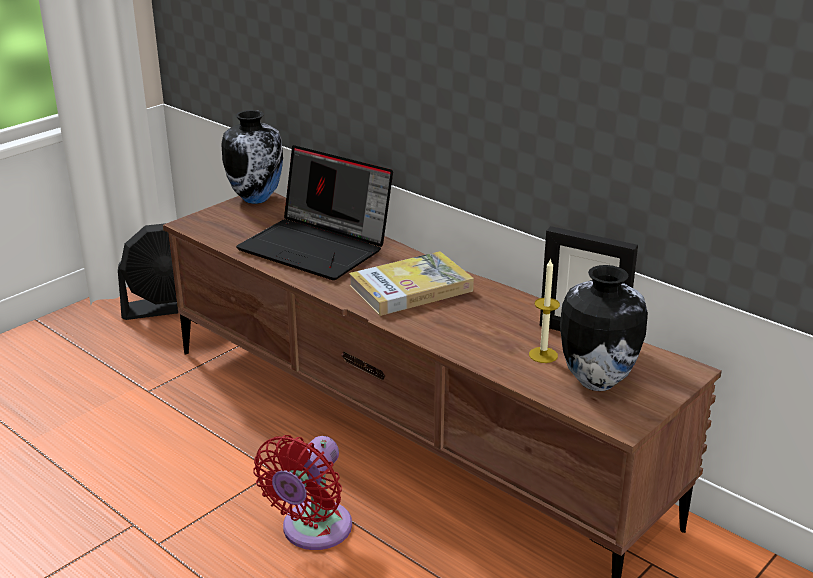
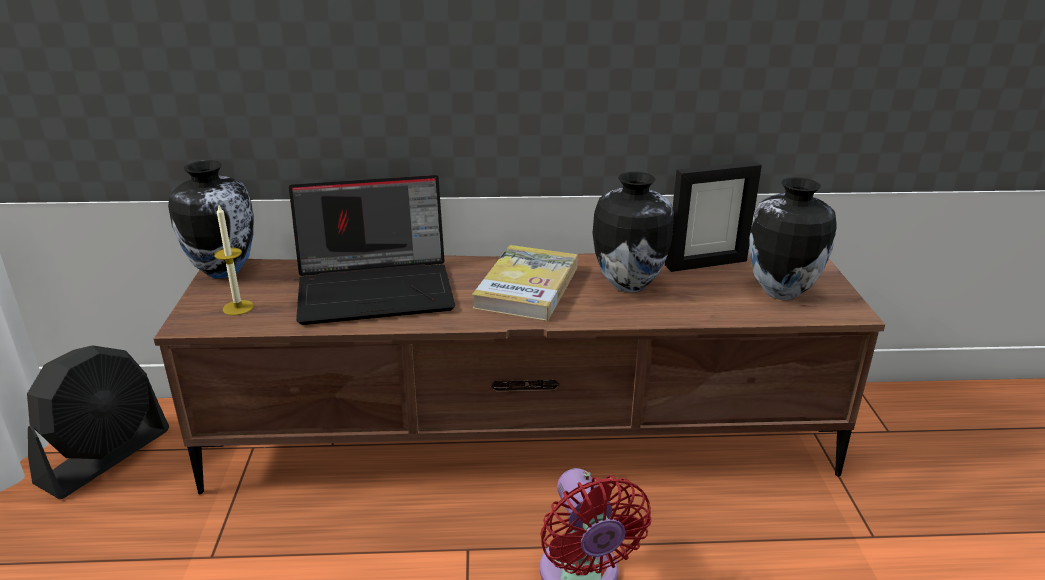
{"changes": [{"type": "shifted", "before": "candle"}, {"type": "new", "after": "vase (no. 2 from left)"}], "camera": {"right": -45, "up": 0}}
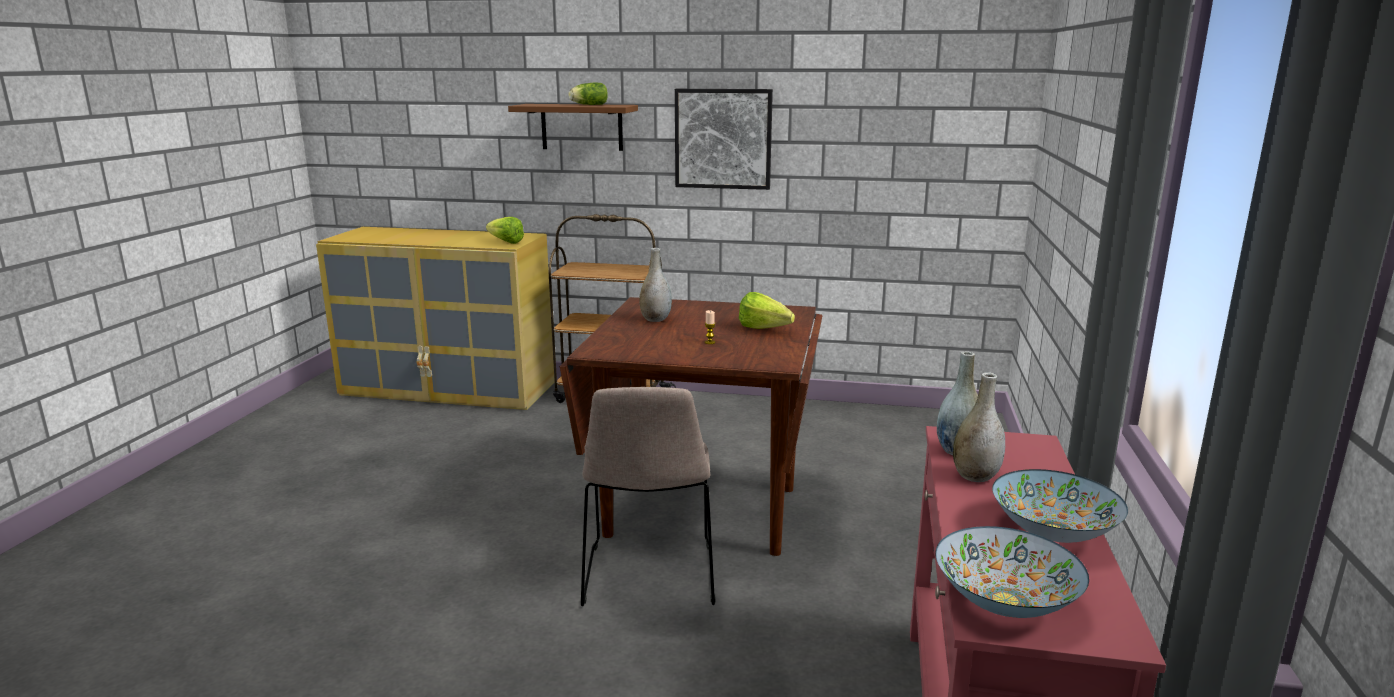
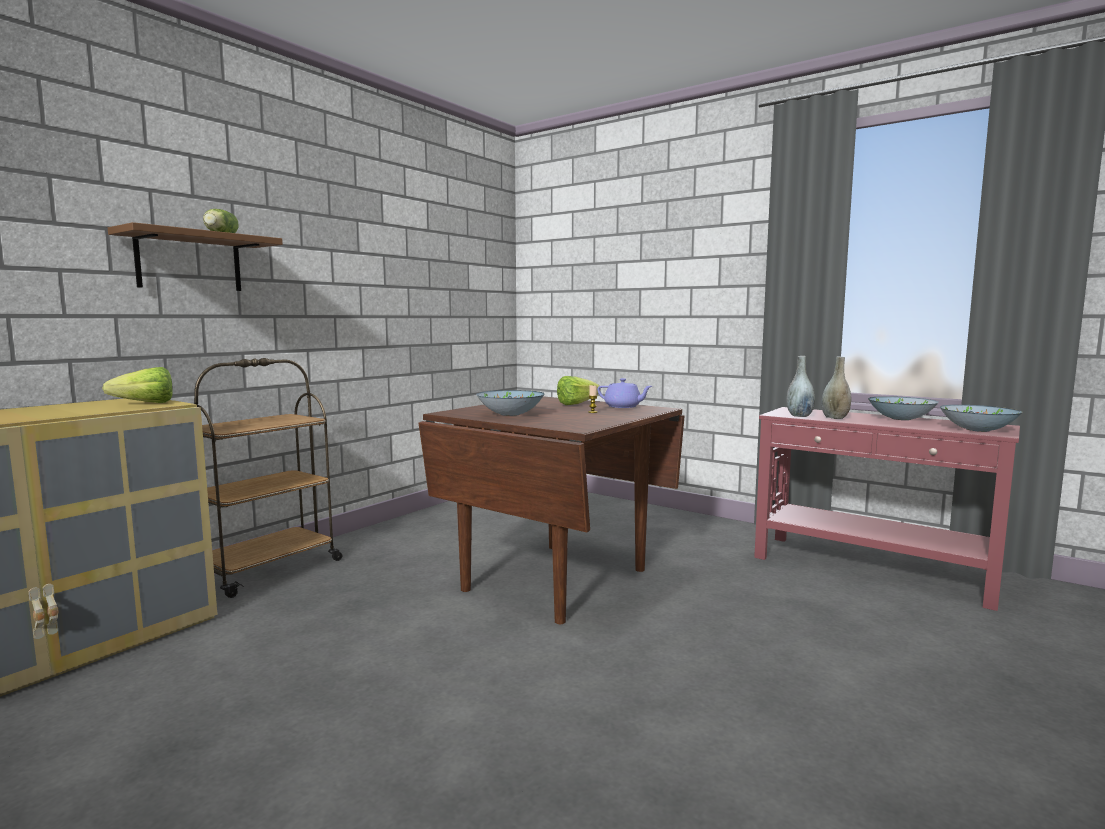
{"changes": [{"type": "gone", "before": "chair (beige)"}, {"type": "swapped", "before": "vase (grey) (no. 1 from left)", "after": "bowl (no. 1 from left)"}, {"type": "gone", "before": "picture"}, {"type": "new", "after": "teapot (purple)"}], "camera": {"right": -65, "up": -10}}
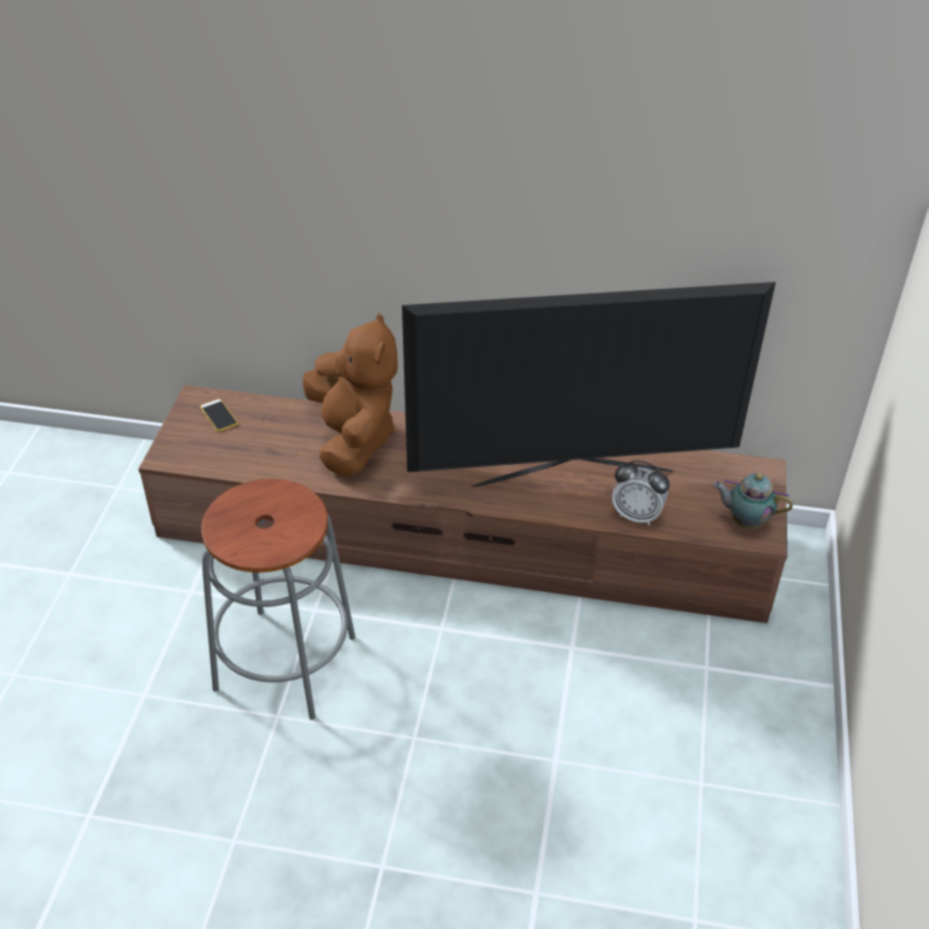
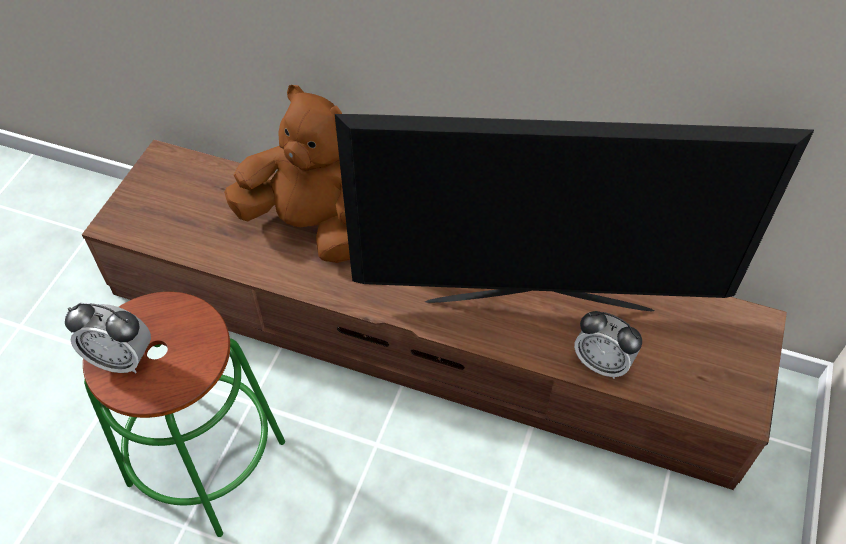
{"changes": [{"type": "gone", "before": "phone"}, {"type": "repainted", "before": "stool (grey)", "after": "stool (green)"}, {"type": "rotated", "before": "plush toy (brown)", "turn": -60}, {"type": "gone", "before": "teapot"}, {"type": "new", "after": "alarm clock (no. 1 from left)"}], "camera": {"right": 10, "up": 10}}
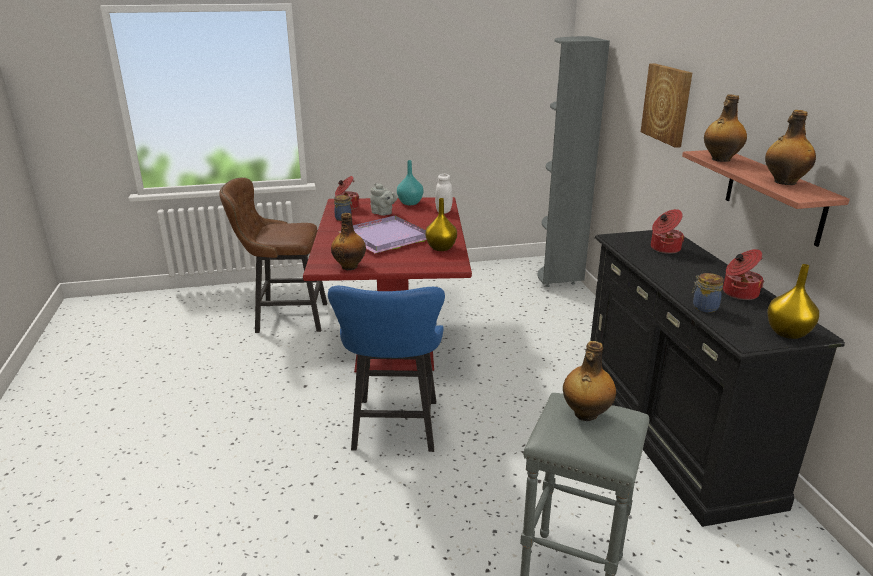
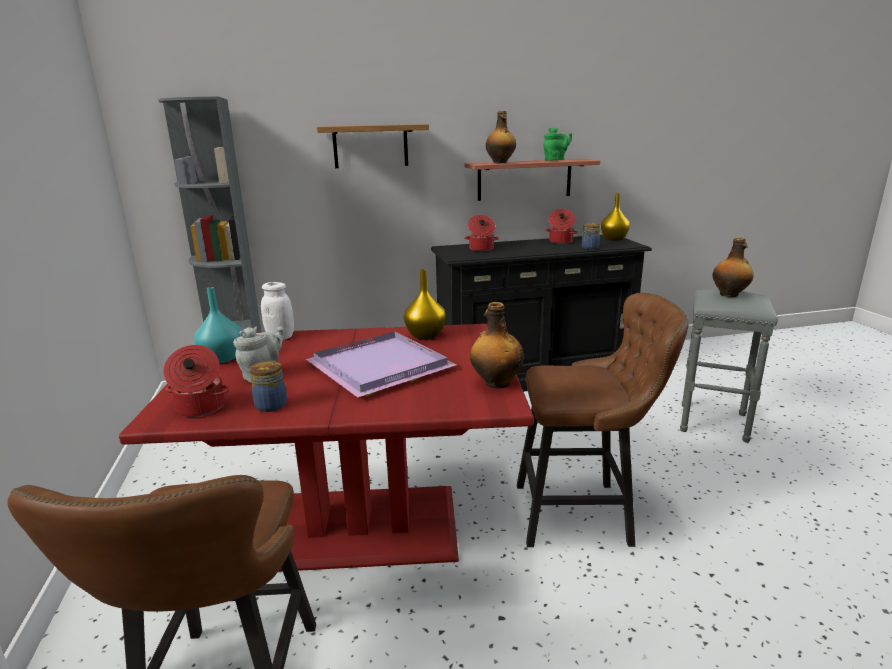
{"changes": [{"type": "repainted", "before": "stool (blue)", "after": "stool (brown) (no. 2 from left)"}, {"type": "swapped", "before": "picture", "after": "shelf (no. 1 from left)"}, {"type": "swapped", "before": "bottle (no. 4 from left)", "after": "teapot (green)"}], "camera": {"right": -90, "up": -5}}
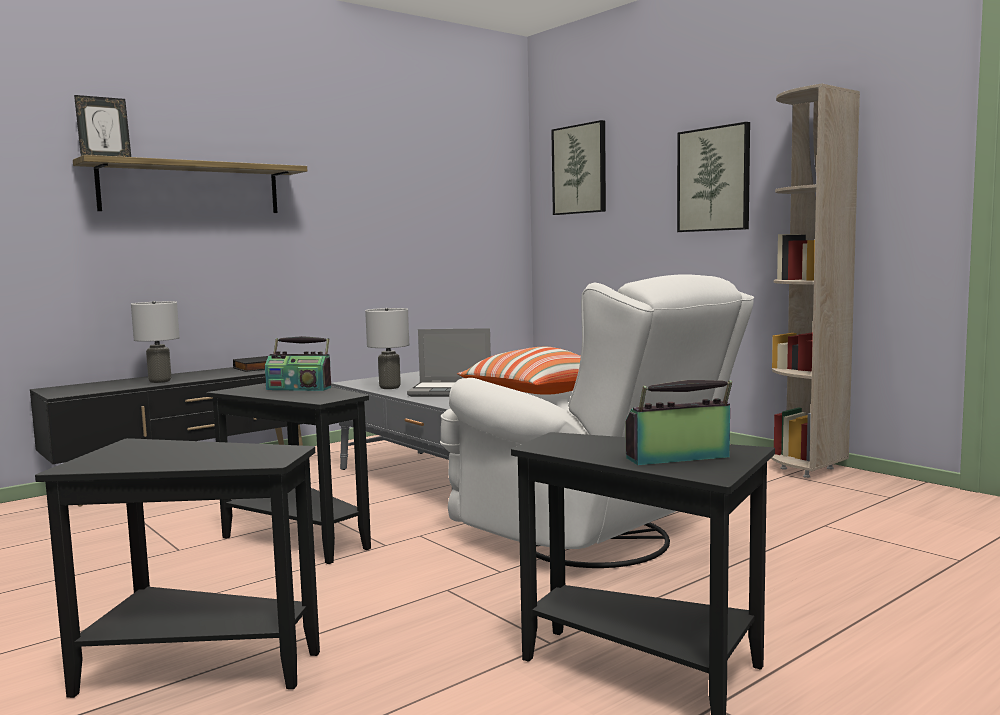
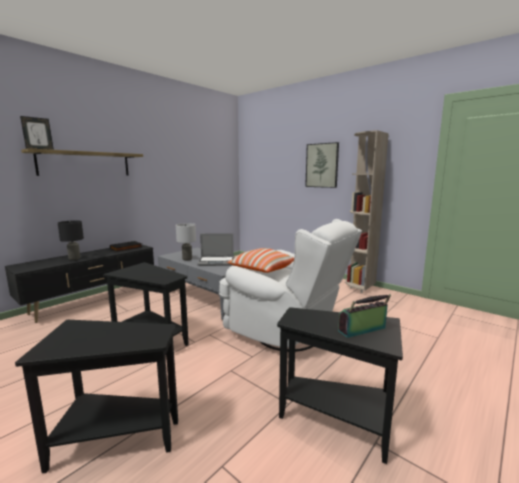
{"changes": [{"type": "repainted", "before": "table lamp (white) (no. 1 from left)", "after": "table lamp (black)"}, {"type": "gone", "before": "radio (no. 1 from left)"}, {"type": "gone", "before": "picture (no. 1 from left)"}], "camera": {"right": -10, "up": 5}}
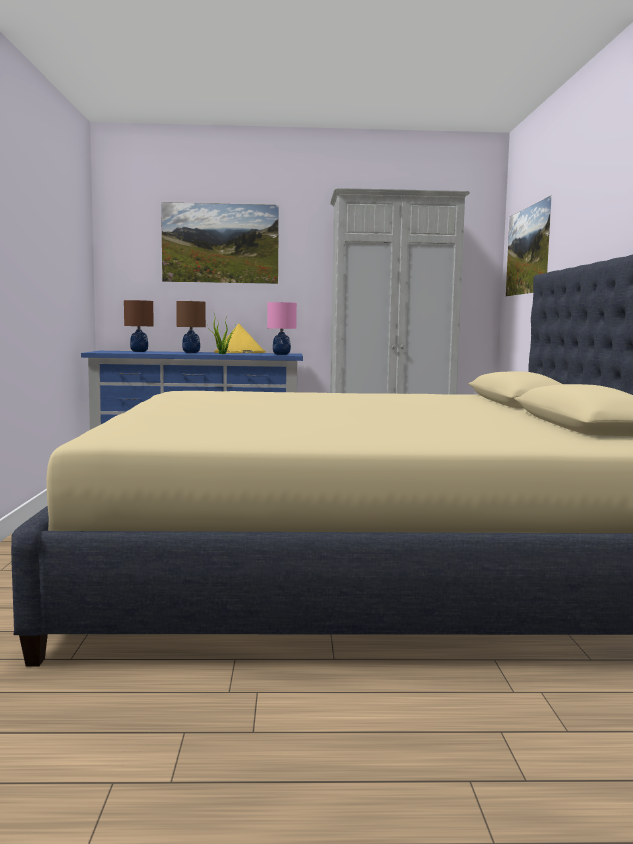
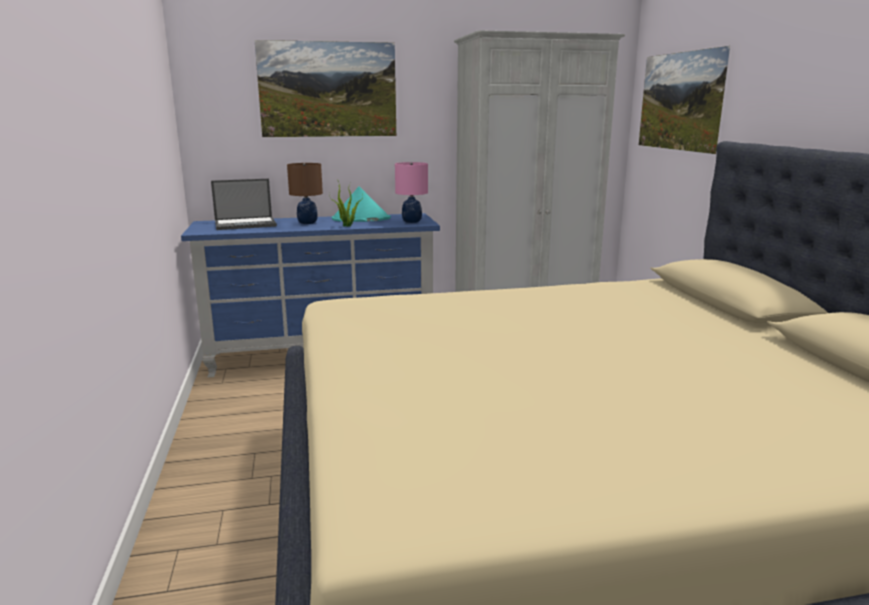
{"changes": [{"type": "swapped", "before": "table lamp (brown) (no. 1 from left)", "after": "laptop"}, {"type": "repainted", "before": "hat (yellow)", "after": "hat (turquoise)"}], "camera": {"right": -10, "up": 10}}
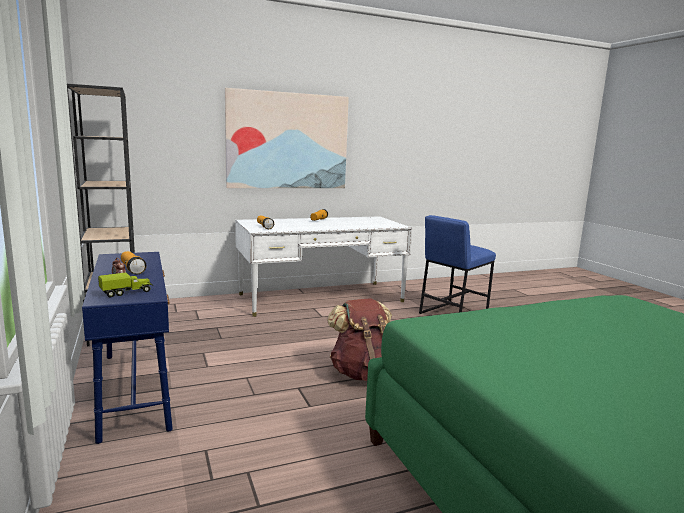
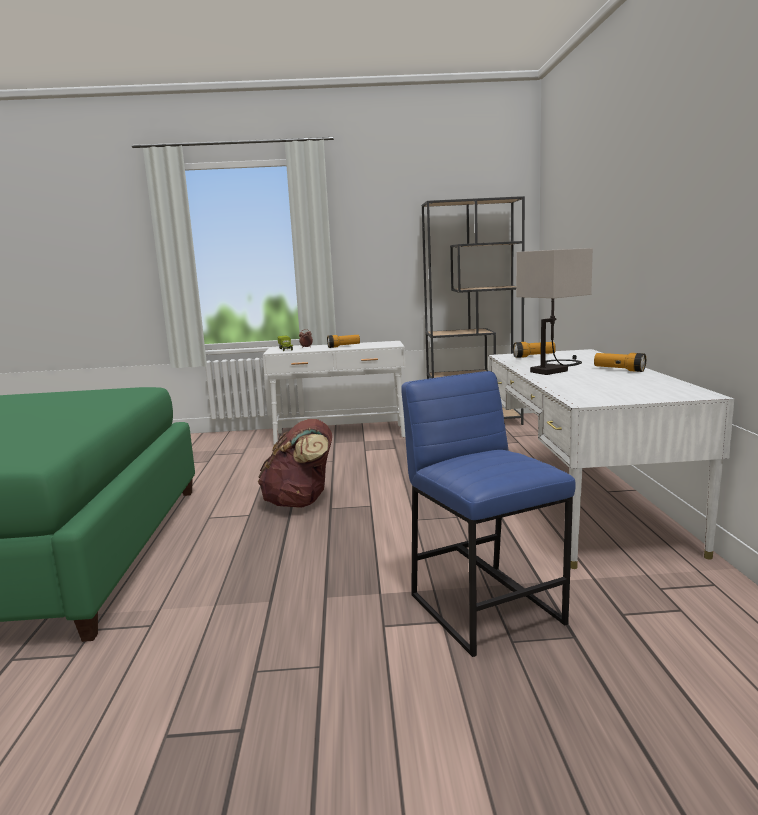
{"changes": [{"type": "repainted", "before": "console table (blue)", "after": "console table (white)"}, {"type": "gone", "before": "picture"}, {"type": "new", "after": "table lamp"}], "camera": {"right": 110, "up": 0}}
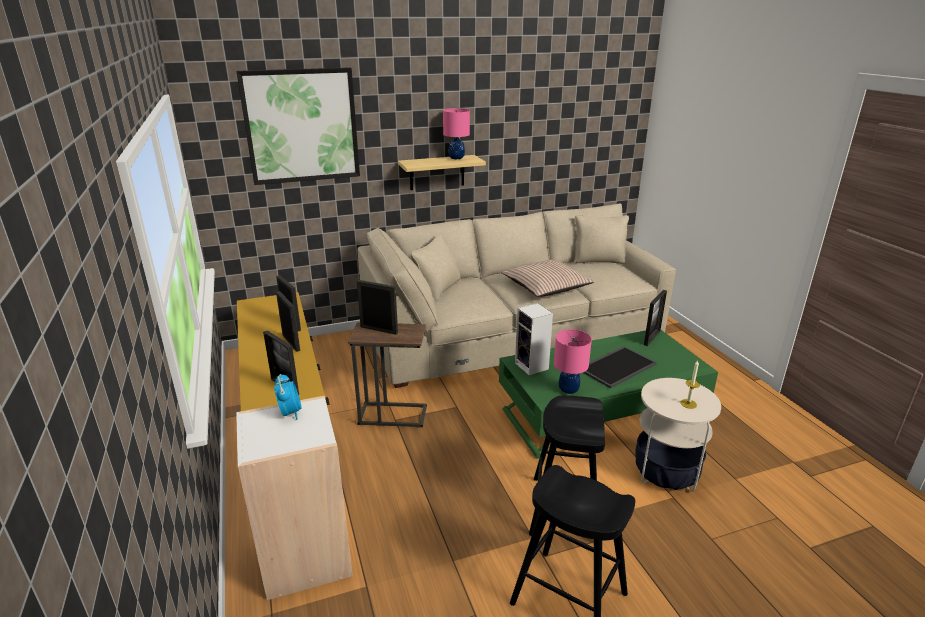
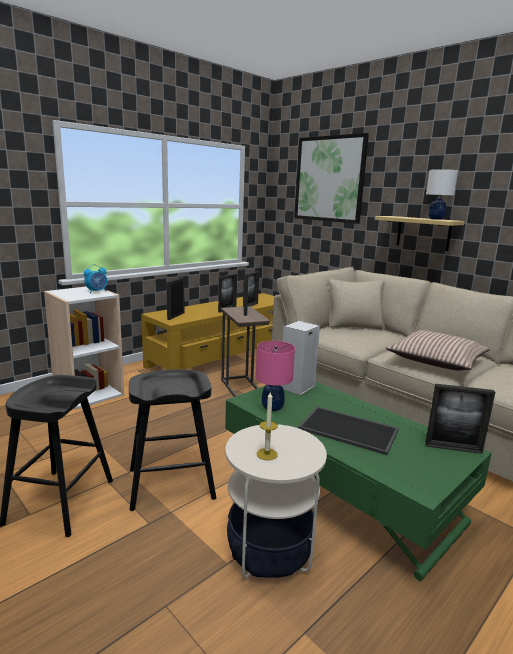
{"changes": [{"type": "repainted", "before": "table lamp (pink) (no. 1 from left)", "after": "table lamp (white)"}], "camera": {"right": 65, "up": -10}}
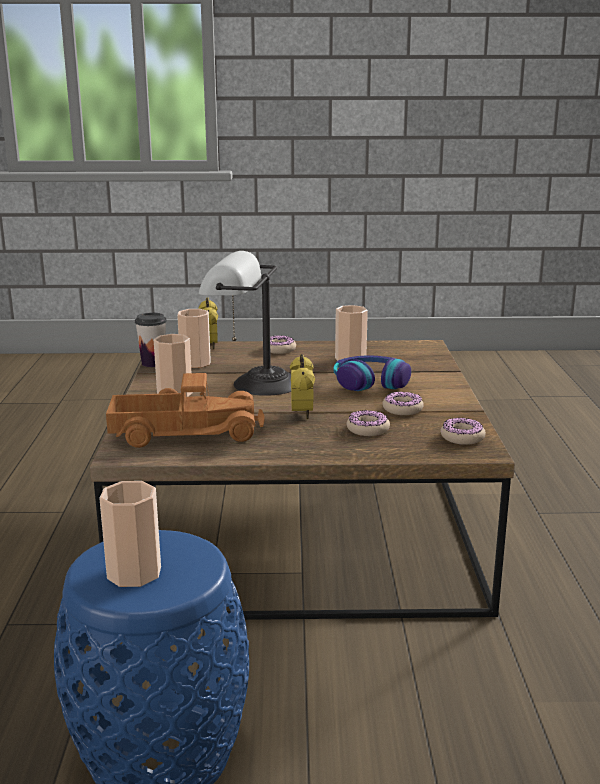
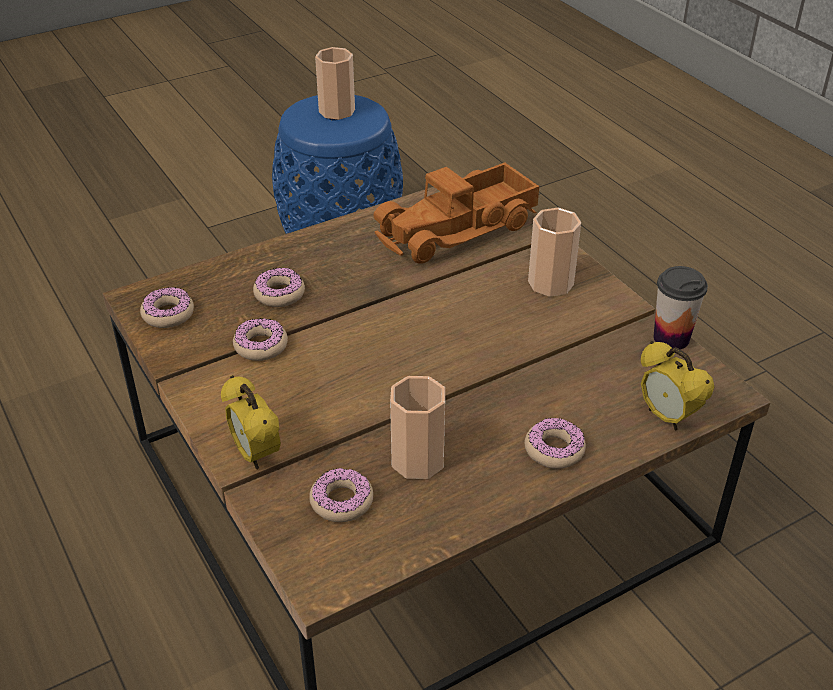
{"changes": [{"type": "gone", "before": "cup (no. 4 from left)"}, {"type": "gone", "before": "table lamp"}, {"type": "shifted", "before": "alarm clock (no. 2 from left in the first image)", "after": "alarm clock (no. 1 from left)"}, {"type": "gone", "before": "headphones"}, {"type": "new", "after": "donut (no. 4 from left)"}], "camera": {"right": 150, "up": 20}}
